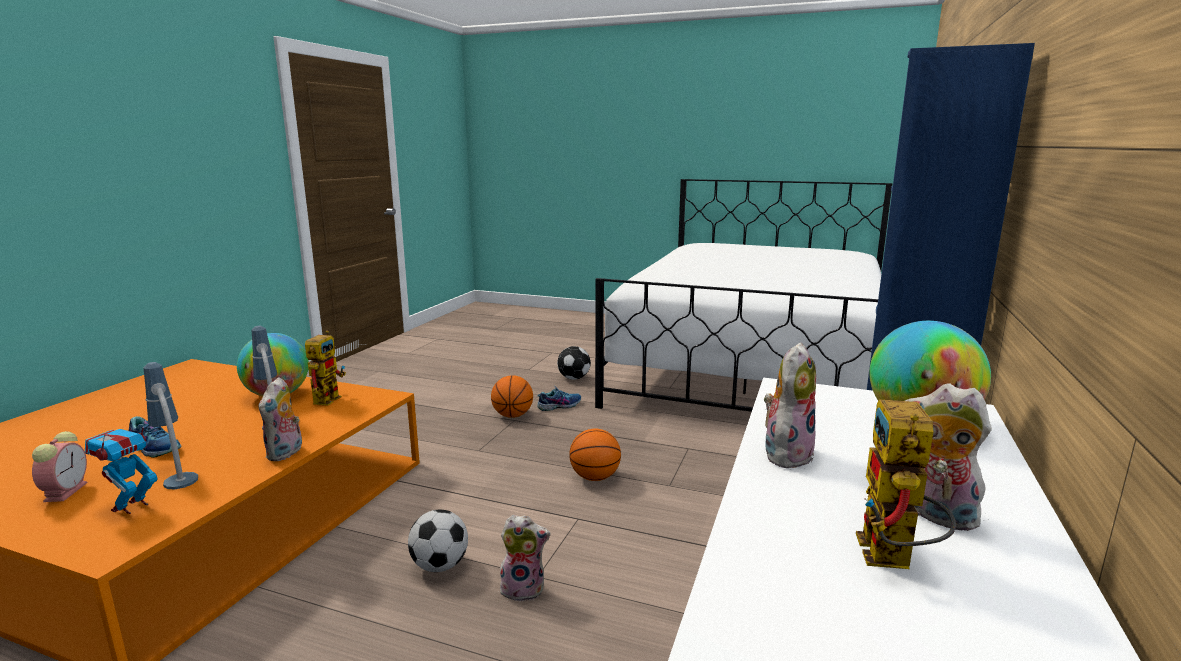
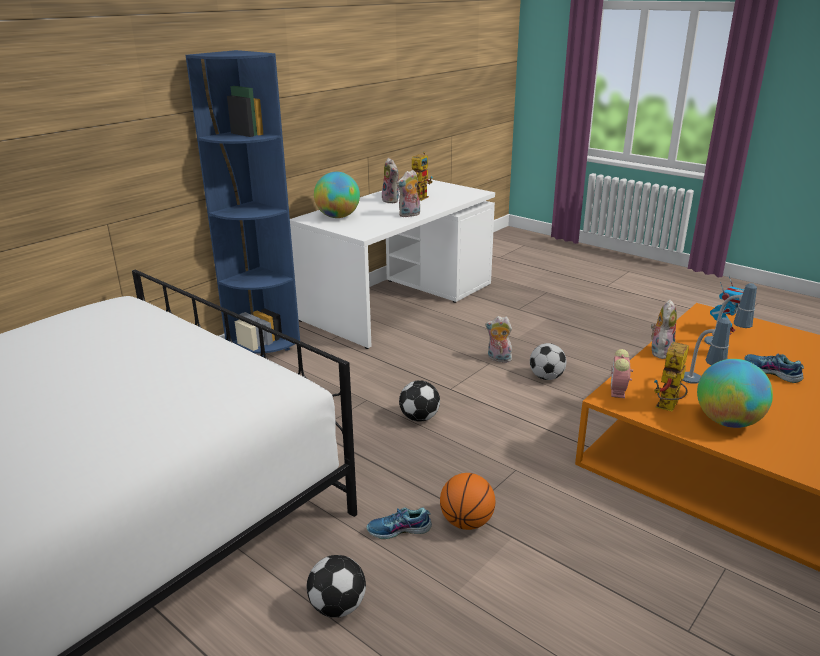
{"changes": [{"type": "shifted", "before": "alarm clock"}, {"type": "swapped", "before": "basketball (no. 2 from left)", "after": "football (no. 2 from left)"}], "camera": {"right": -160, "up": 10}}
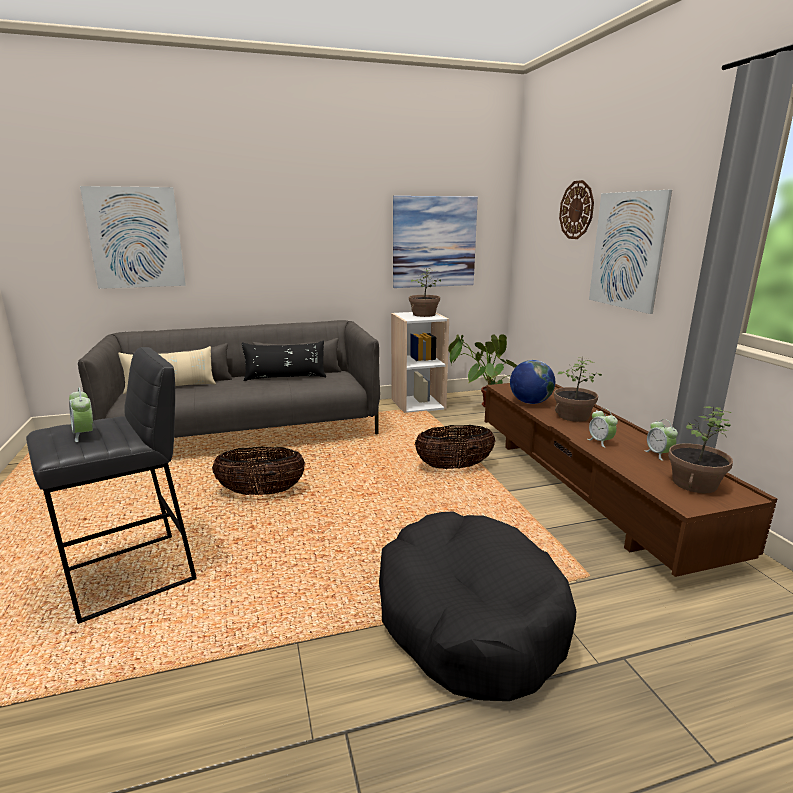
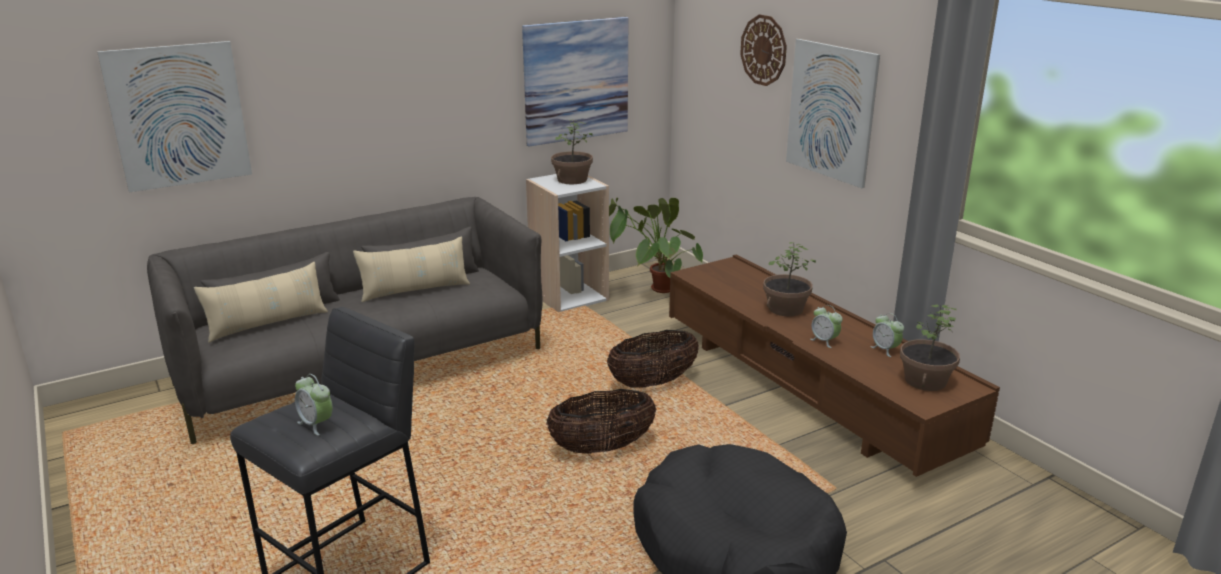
{"changes": [{"type": "shifted", "before": "basket (no. 1 from left)"}, {"type": "repainted", "before": "pillow (black)", "after": "pillow (beige) (no. 2 from left)"}, {"type": "gone", "before": "globe"}], "camera": {"right": -15, "up": 5}}
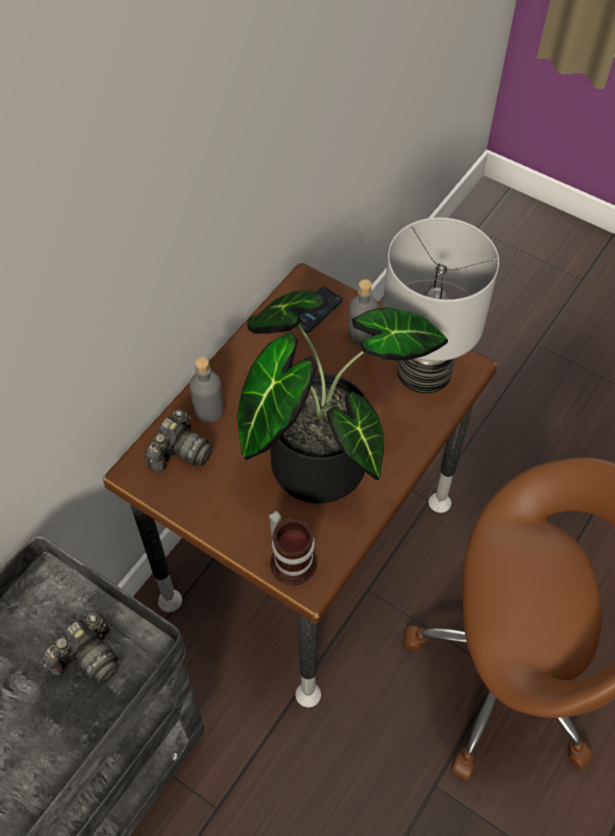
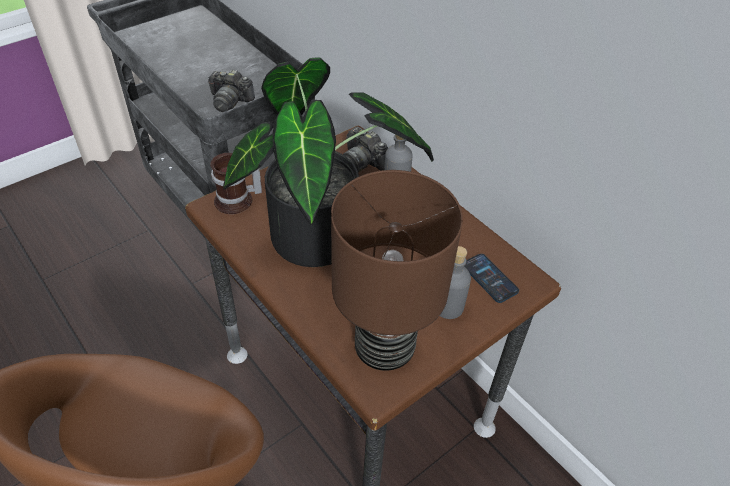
{"changes": [{"type": "rotated", "before": "photo camera (no. 1 from left)", "turn": -45}, {"type": "repainted", "before": "table lamp (grey)", "after": "table lamp (brown)"}], "camera": {"right": 105, "up": -10}}
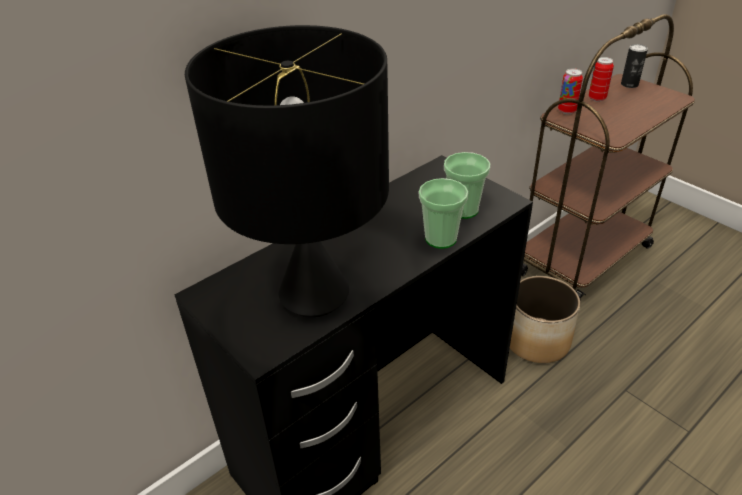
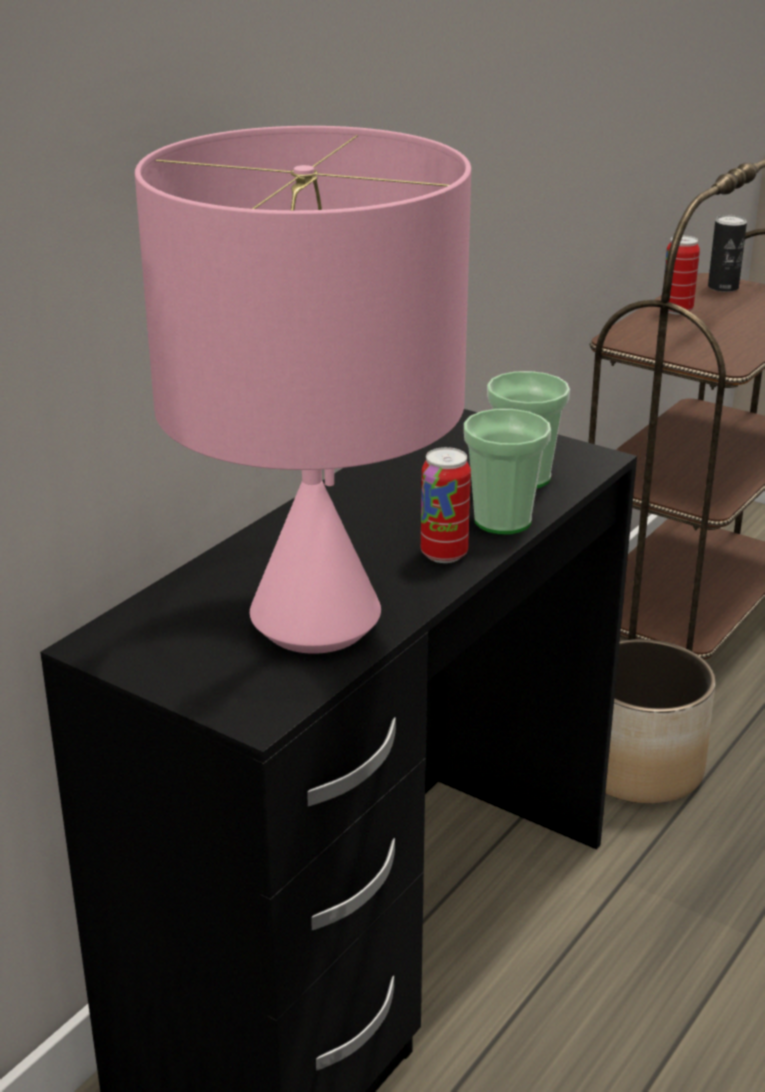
{"changes": [{"type": "repainted", "before": "table lamp (black)", "after": "table lamp (pink)"}, {"type": "shifted", "before": "can (no. 1 from left)"}], "camera": {"right": -15, "up": -10}}
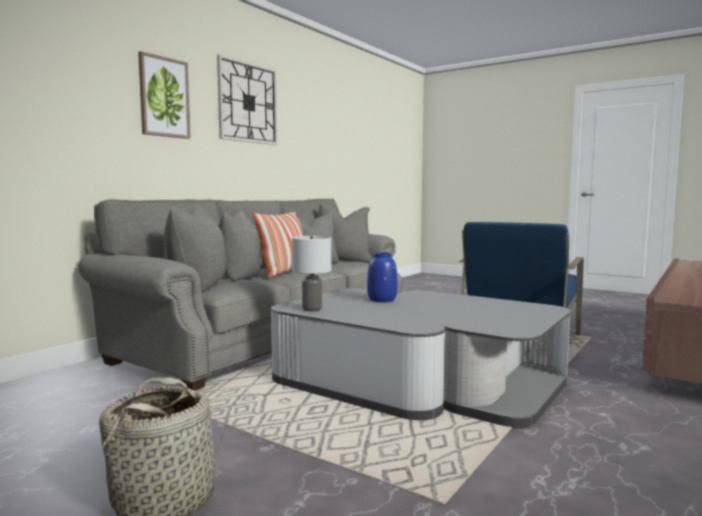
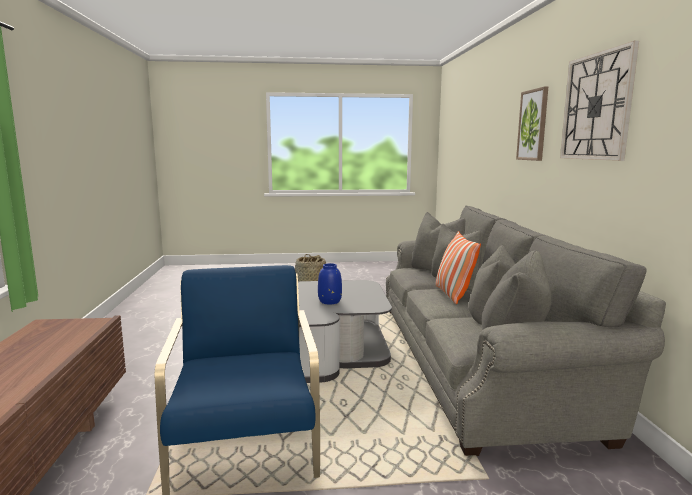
{"changes": [{"type": "gone", "before": "table lamp (white)"}], "camera": {"right": 140, "up": 5}}
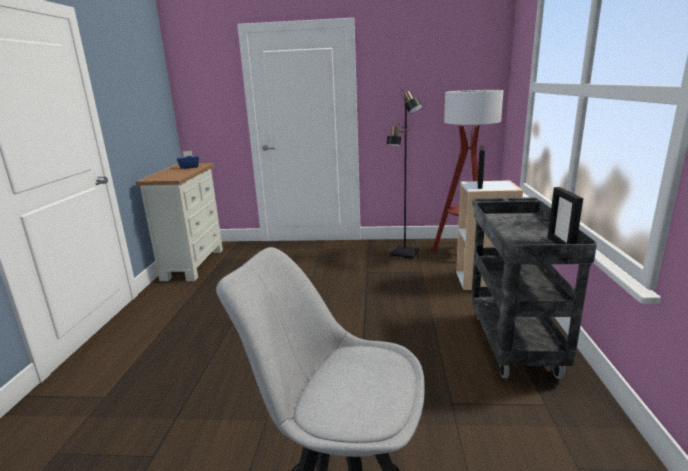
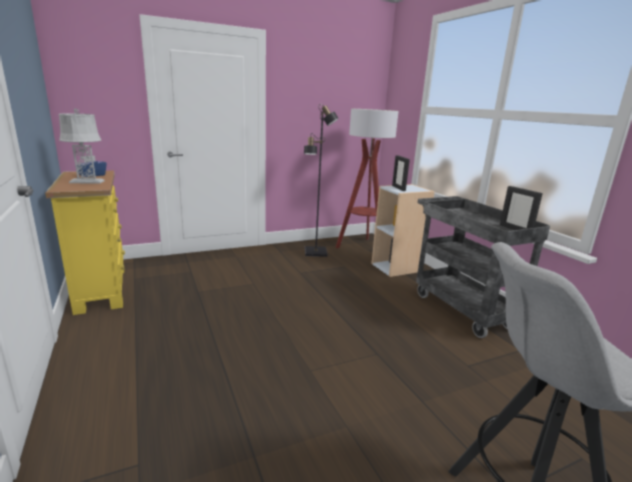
{"changes": [{"type": "repainted", "before": "dresser (white)", "after": "dresser (yellow)"}, {"type": "new", "after": "table lamp (grey)"}], "camera": {"right": -30, "up": 0}}
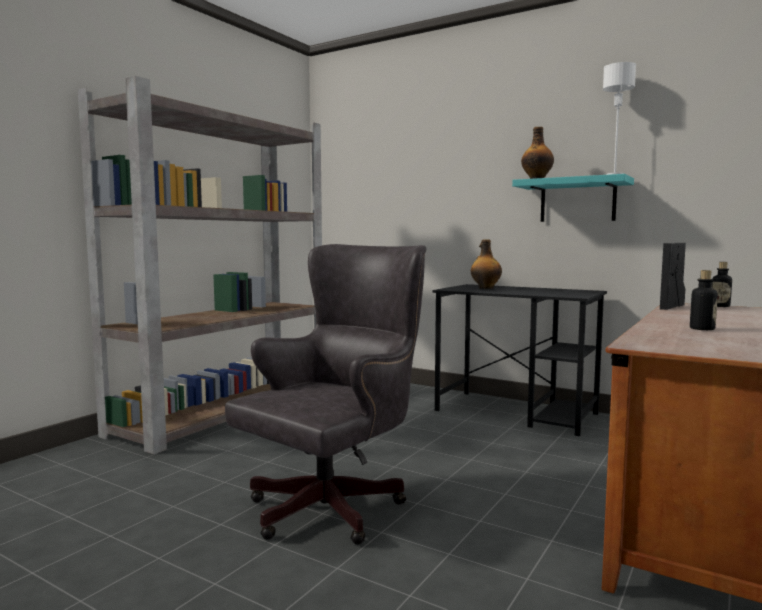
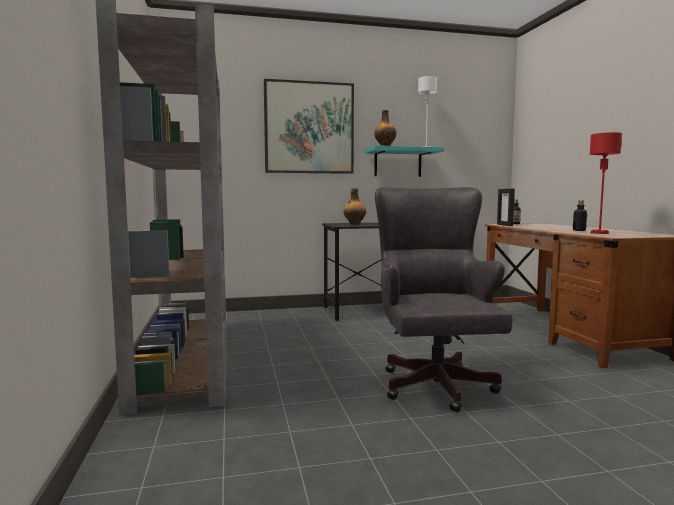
{"changes": [{"type": "new", "after": "picture"}, {"type": "new", "after": "table lamp (red)"}], "camera": {"right": -45, "up": 0}}
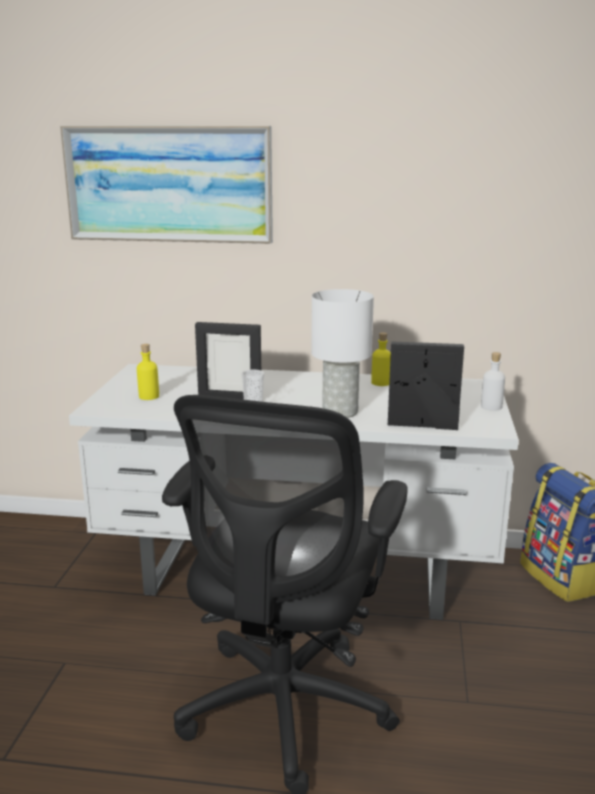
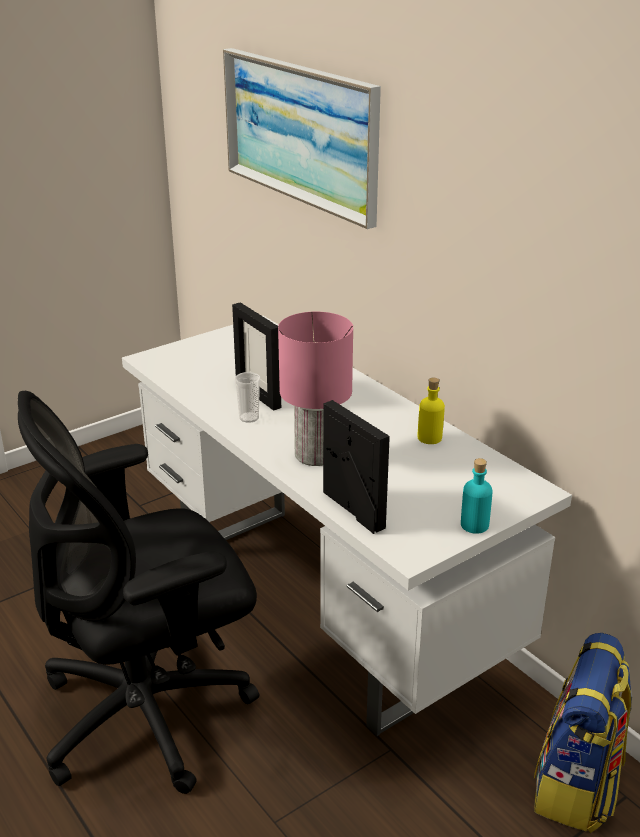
{"changes": [{"type": "gone", "before": "bottle (yellow) (no. 1 from left)"}, {"type": "repainted", "before": "table lamp (white)", "after": "table lamp (pink)"}, {"type": "repainted", "before": "bottle (white)", "after": "bottle (turquoise)"}], "camera": {"right": 45, "up": 10}}
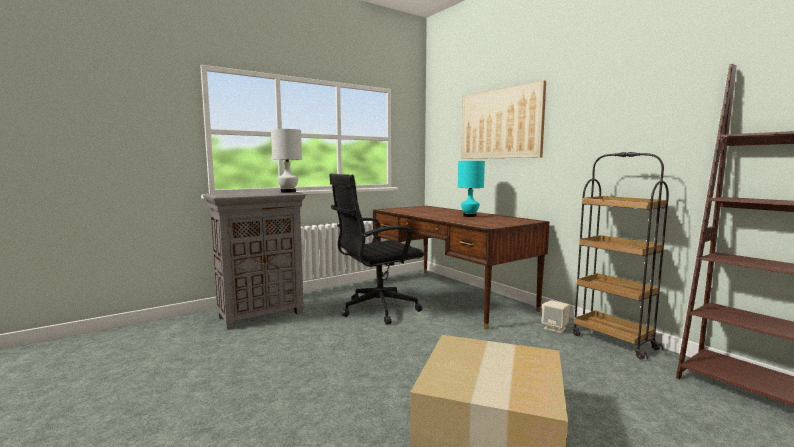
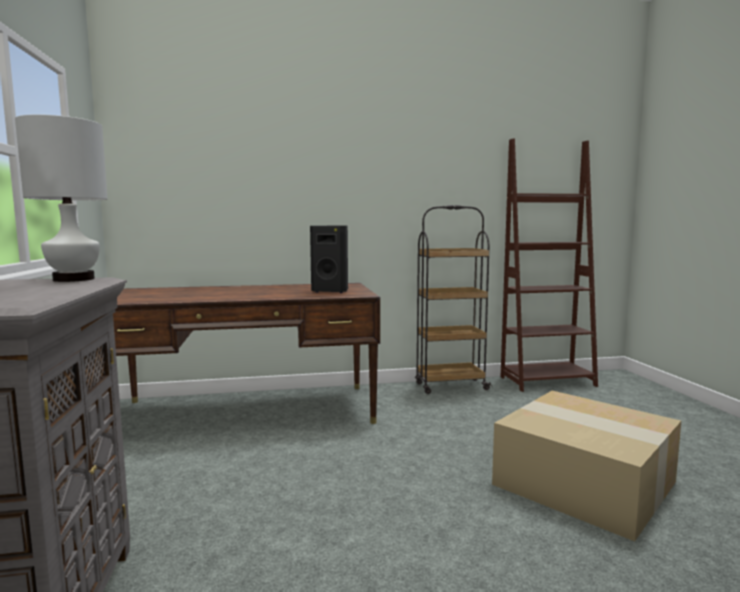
{"changes": [{"type": "gone", "before": "office chair (black)"}, {"type": "gone", "before": "table lamp (turquoise)"}, {"type": "gone", "before": "picture"}, {"type": "gone", "before": "speaker (beige)"}, {"type": "new", "after": "speaker (black)"}], "camera": {"right": -65, "up": 0}}
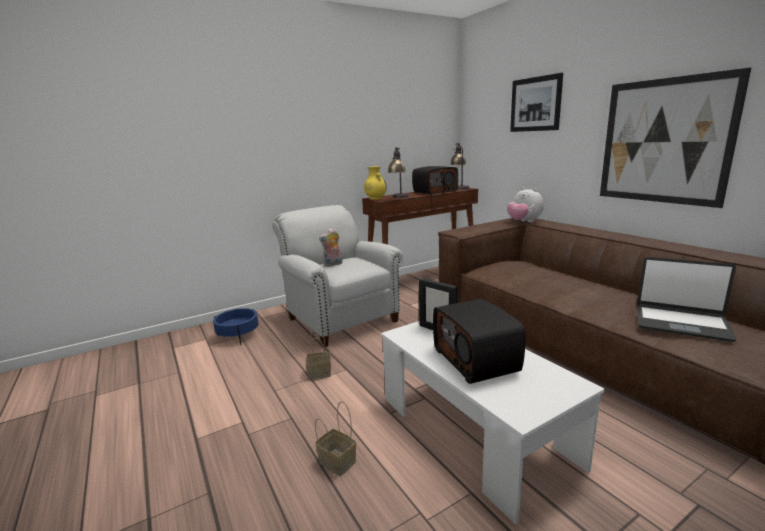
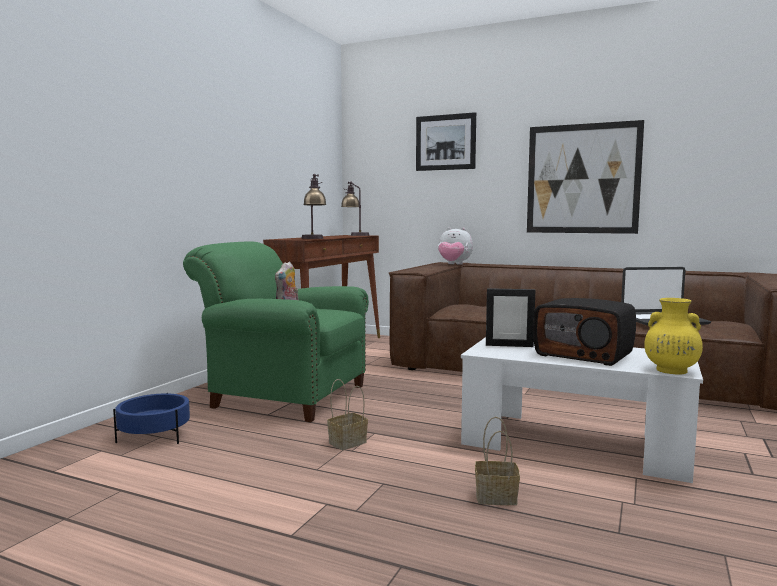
{"changes": [{"type": "repainted", "before": "armchair (white)", "after": "armchair (green)"}, {"type": "shifted", "before": "vase (yellow)"}, {"type": "gone", "before": "radio (no. 1 from left)"}], "camera": {"right": -35, "up": -10}}
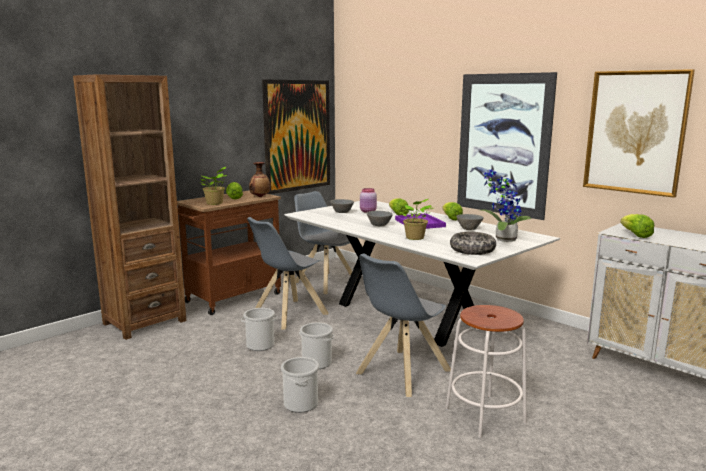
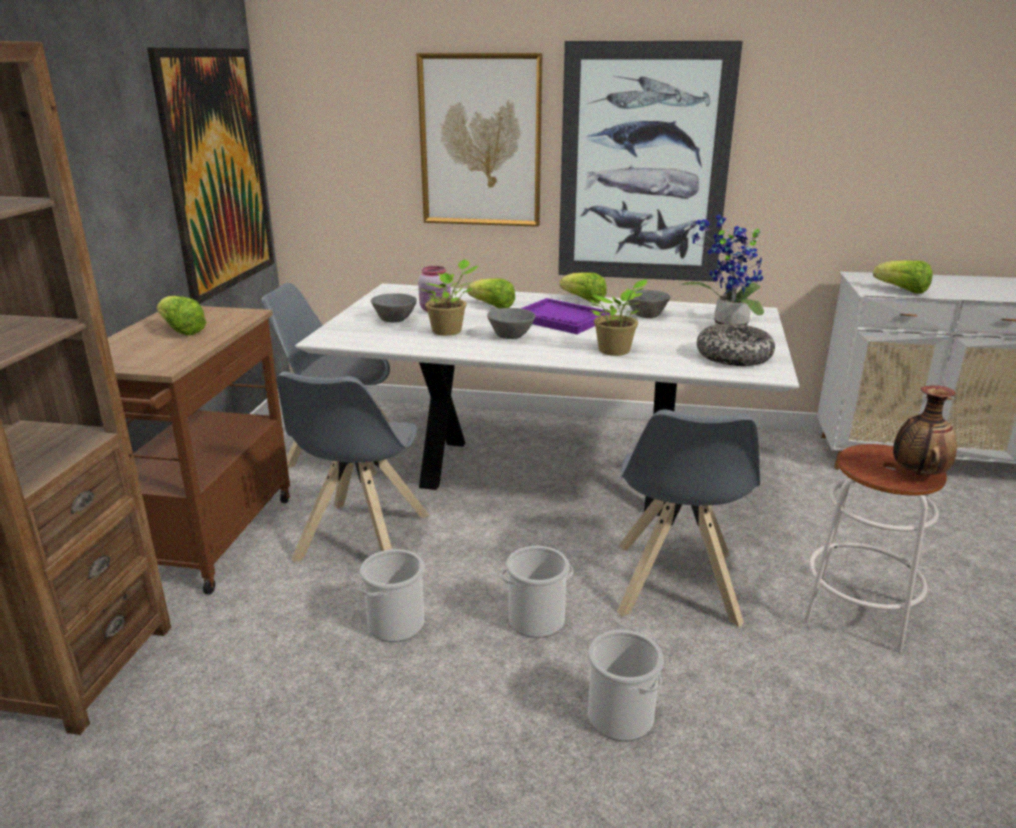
{"changes": [{"type": "shifted", "before": "potted plant (no. 1 from left)"}, {"type": "shifted", "before": "vase"}, {"type": "shifted", "before": "picture (no. 3 from left in the first image)", "after": "picture (no. 2 from left)"}], "camera": {"right": -35, "up": 10}}
